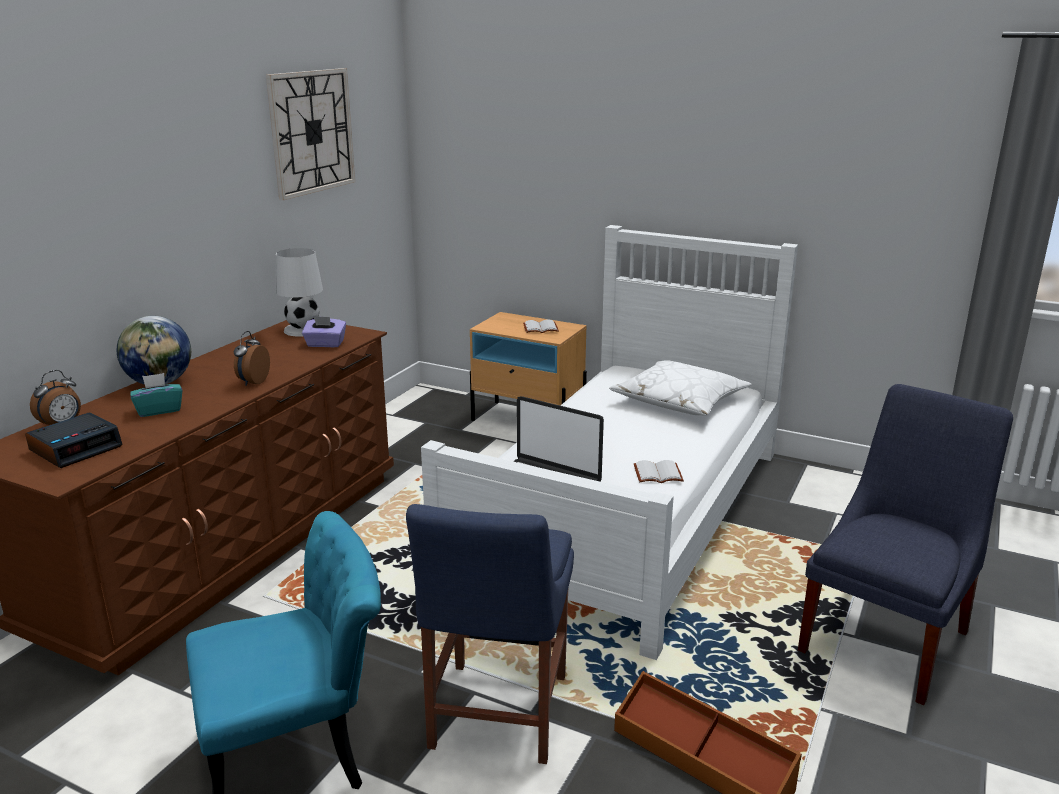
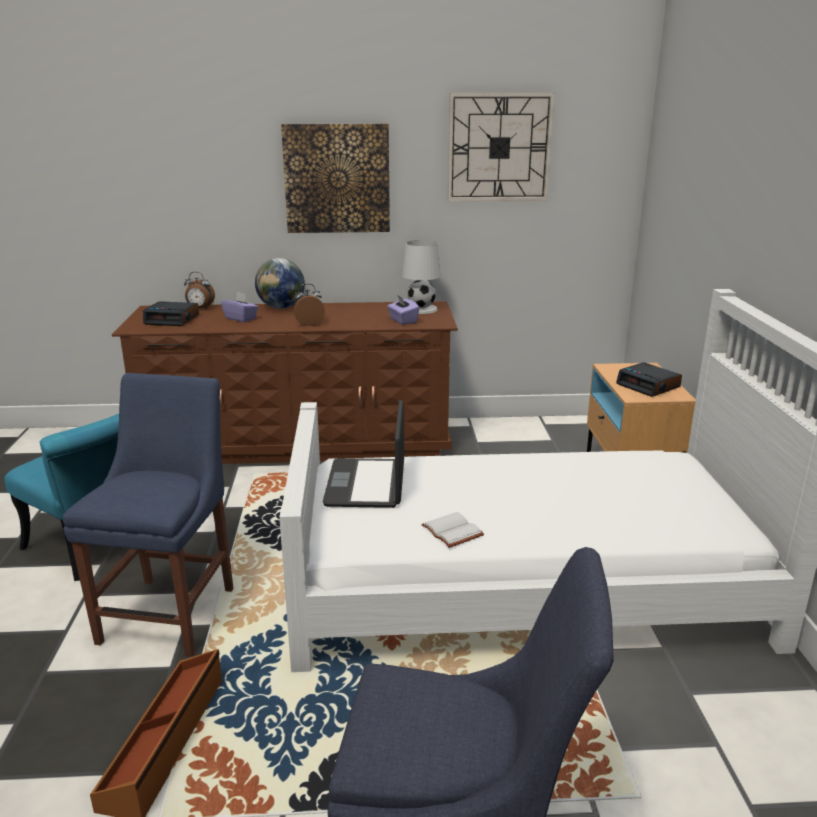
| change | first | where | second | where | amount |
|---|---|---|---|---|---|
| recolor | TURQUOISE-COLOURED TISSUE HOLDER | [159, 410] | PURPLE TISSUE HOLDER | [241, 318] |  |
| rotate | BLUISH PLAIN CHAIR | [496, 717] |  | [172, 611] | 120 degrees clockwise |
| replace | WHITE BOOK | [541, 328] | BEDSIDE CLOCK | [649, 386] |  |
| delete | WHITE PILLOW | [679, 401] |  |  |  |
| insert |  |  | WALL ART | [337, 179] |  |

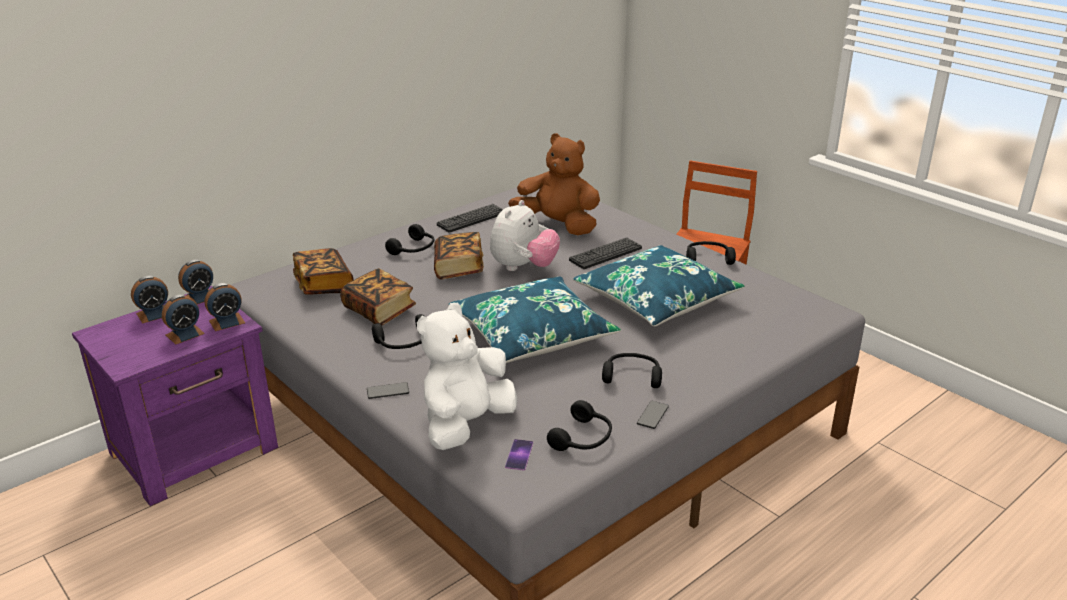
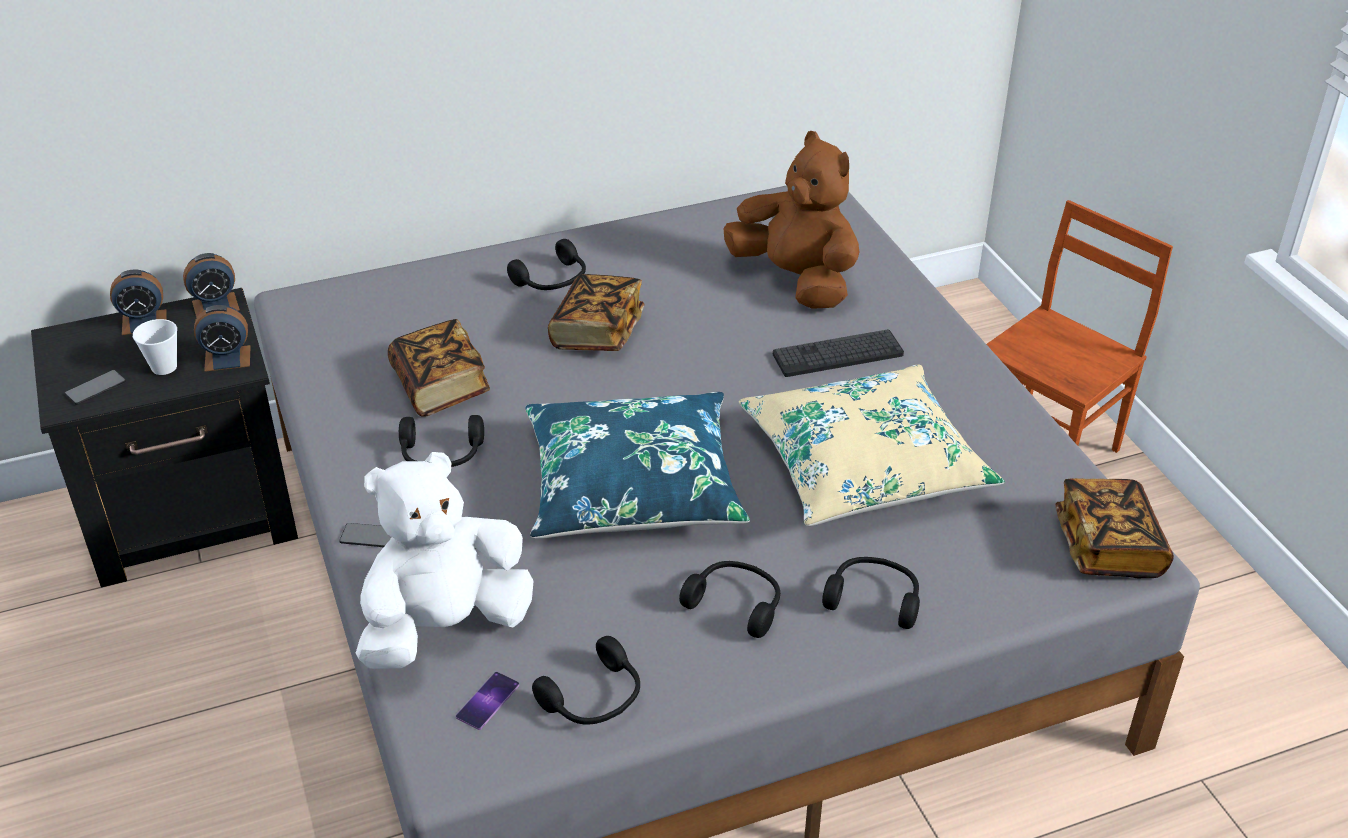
| change | first | where | second | where | amount |
|---|---|---|---|---|---|
| recolor | PURPLE NIGHT TABLE | [197, 450] | BLACK-COLOURED NIGHT TABLE | [195, 514] |  |
| replace | BEDSIDE CLOCK | [185, 334] | SMALL CUP | [164, 367] |  |
| move | BOOK | [323, 284] |  | [1107, 547] |  |
| delete | COMPUTER KEYBOARD | [471, 219] |  |  |  |
| delete | PLUSH TOY | [523, 267] |  |  |  |
| recolor | BLUISH PILLOW | [656, 299] | BEIGE PILLOW | [864, 464] |  |
| move | PHONE | [652, 415] |  | [95, 388] |  |
| move | BLACK-COLOURED HEADSET | [708, 259] |  | [874, 599] |  |

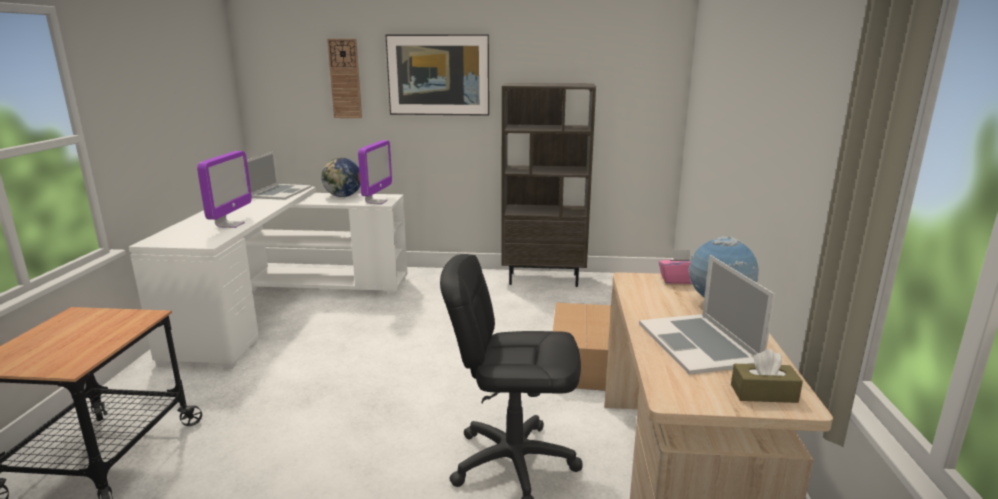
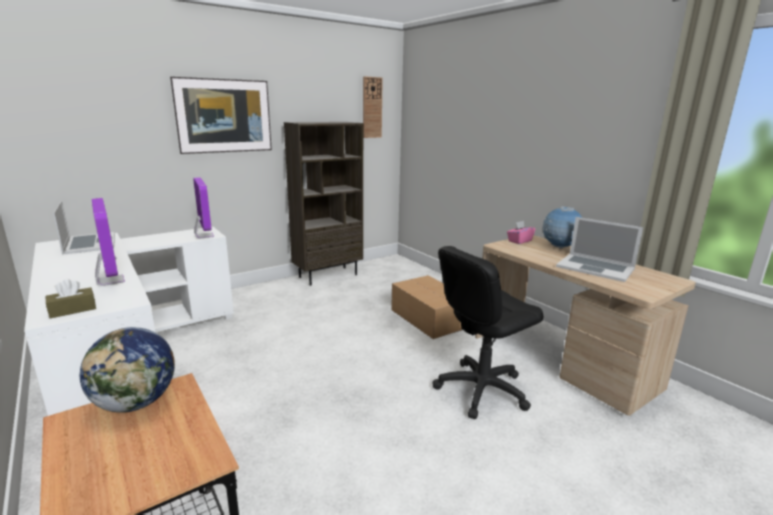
| change | first | where | second | where | amount |
|---|---|---|---|---|---|
| move | DESK GLOBE | [343, 196] |  | [136, 403] |  |
| move | WALL CLOCK | [345, 79] |  | [372, 107] |  |
| move | BROWN TISSUE HOLDER | [763, 393] |  | [73, 310] |  |

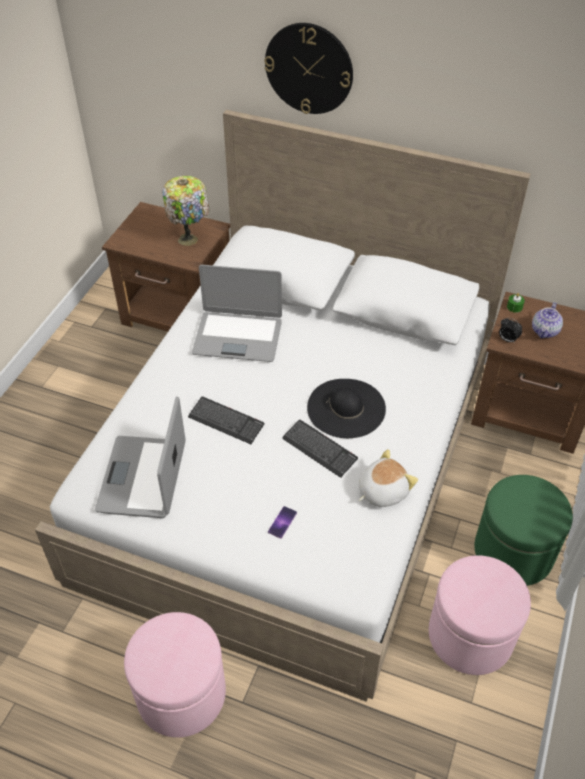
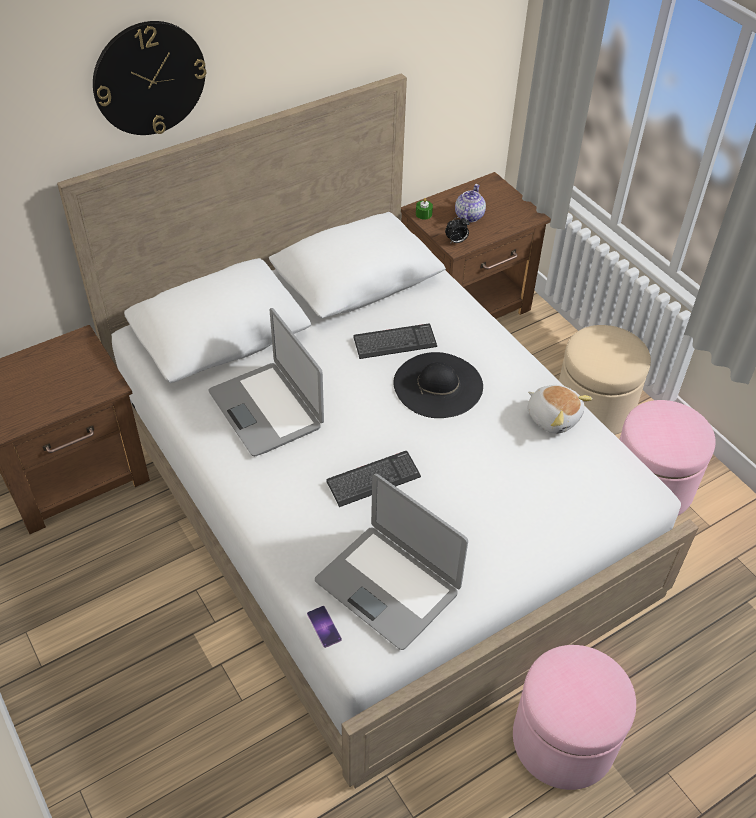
| change | first | where | second | where | amount |
|---|---|---|---|---|---|
| delete | TABLETOP LAMP | [189, 239] |  |  |  |
| rotate | LAPTOP | [238, 336] |  | [267, 409] | 105 degrees clockwise |
| move | PHONE | [282, 522] |  | [324, 626] |  |
| move | COMPUTER KEYBOARD | [319, 449] |  | [395, 343] |  |
| rotate | PLUSH TOY | [382, 491] |  | [553, 417] | 135 degrees clockwise |
| recolor | GREEN-COLOURED FOOTREST | [513, 552] | BEIGE FOOTREST | [593, 408] |  |
| rotate | TEA POT | [545, 331] |  | [468, 216] | 135 degrees counterclockwise |

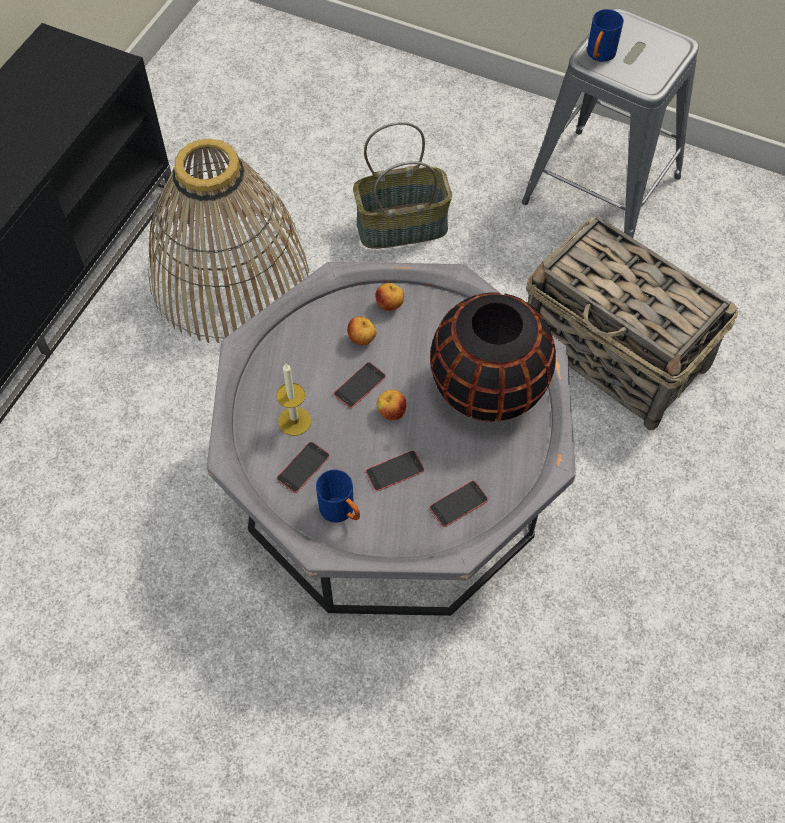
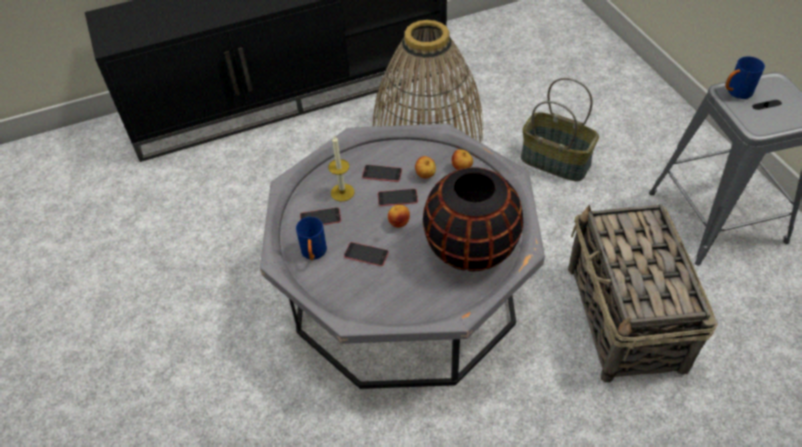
| change | first | where | second | where | amount |
|---|---|---|---|---|---|
| move | PHONE | [458, 504] |  | [382, 173] |  |

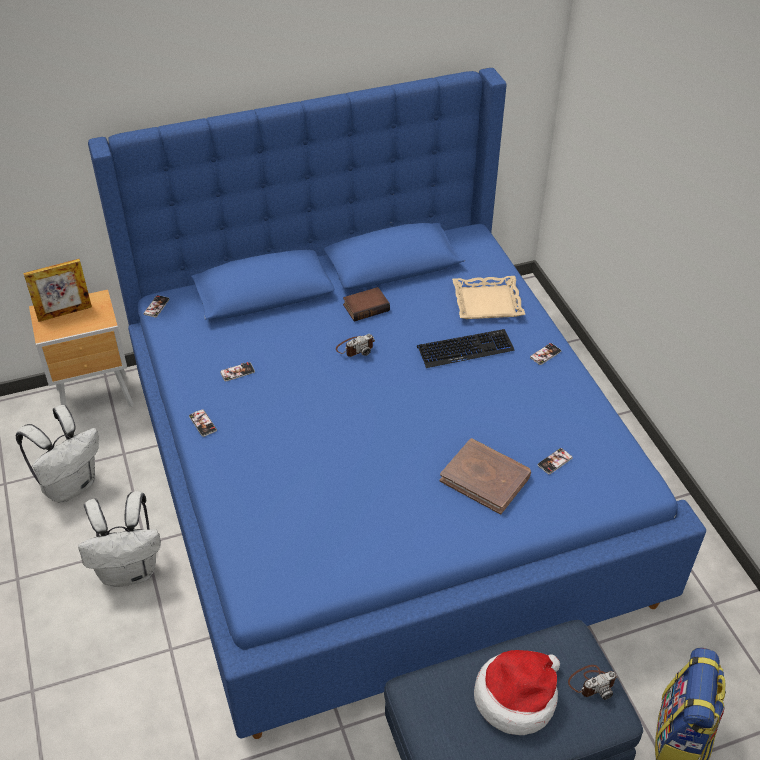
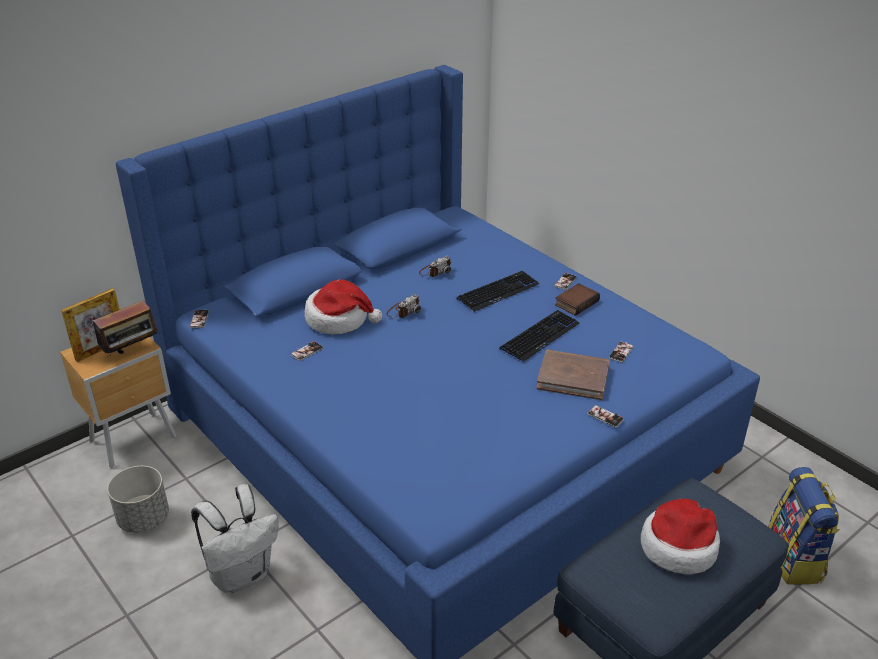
| change | first | where | second | where | amount |
|---|---|---|---|---|---|
| replace | WHITE BACKPACK | [70, 485] | GRAY PLANTER | [143, 518] |  |
| move | PHONE | [203, 423] |  | [605, 417] |  |
| move | BOOK | [366, 307] |  | [576, 302] |  |
| delete | BEIGE CARRYING TRAY | [487, 303] |  |  |  |
| move | PHOTO CAMERA | [592, 683] |  | [435, 271] |  |
| insert |  |  | RADIO | [132, 352] |  |
| insert |  |  | CLOTHING HAT | [339, 319] |  |
| insert |  |  | COMPUTER KEYBOARD | [540, 336] |  |

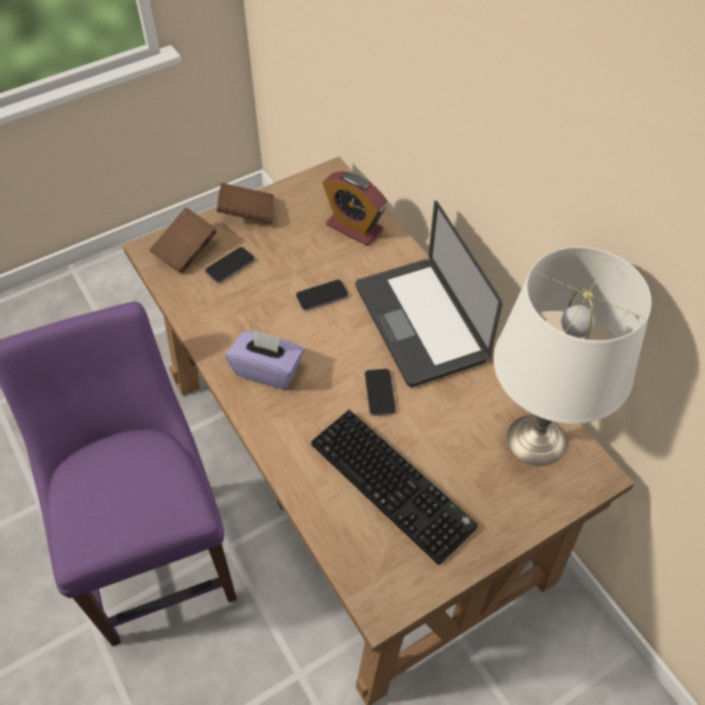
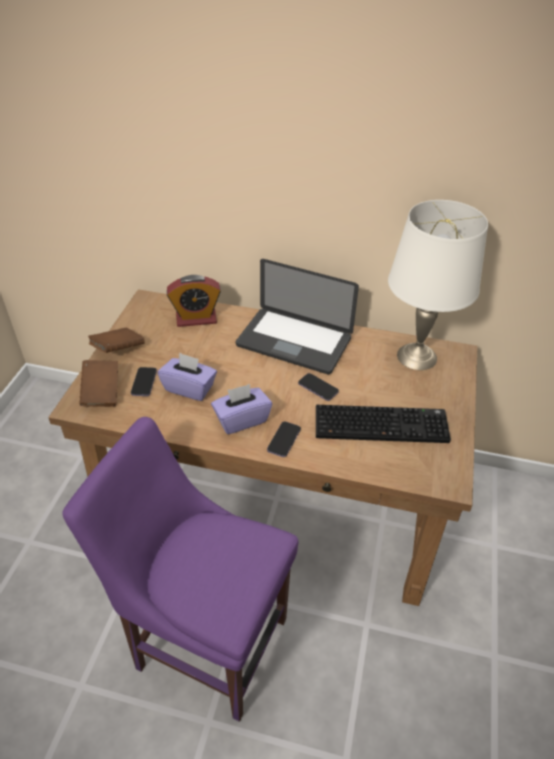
| change | first | where | second | where | amount |
|---|---|---|---|---|---|
| move | PHONE | [322, 296] |  | [284, 440] |  |
| insert |  |  | PURPLE TISSUE HOLDER | [189, 388] |  |

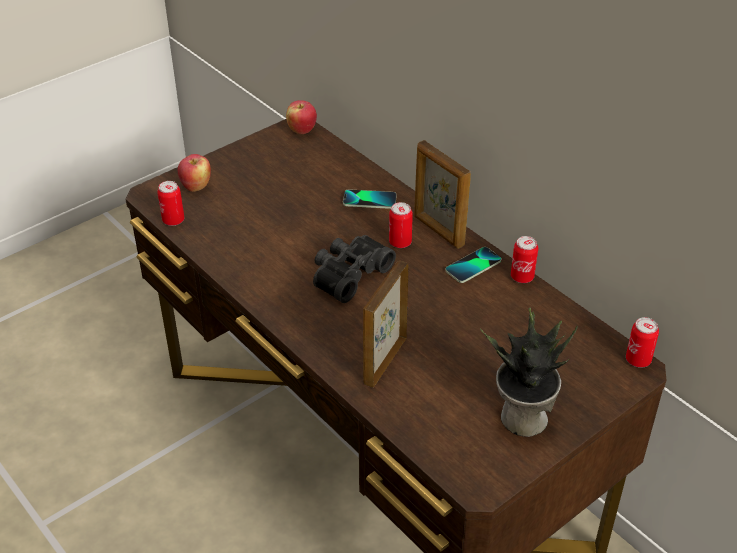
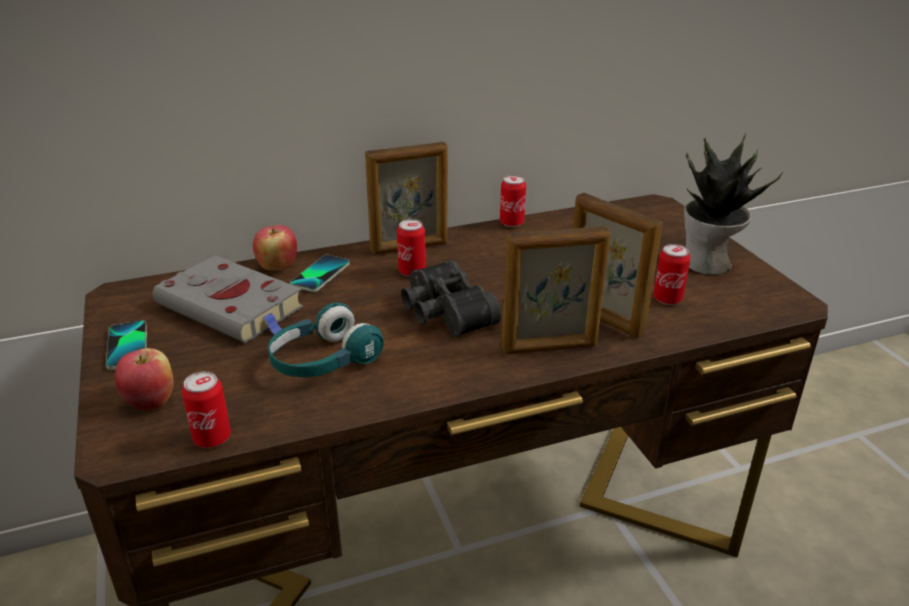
| change | first | where | second | where | amount |
|---|---|---|---|---|---|
| move | APPLE FRUIT | [302, 130] |  | [277, 266] |  |
| move | PHONE | [473, 266] |  | [127, 346] |  |
| move | CAN | [638, 360] |  | [667, 299] |  |
| insert |  |  | GRAY BOOK | [233, 308] |  |
| insert |  |  | TURQUOISE-COLOURED HEADSET | [323, 361] |  |
| insert |  |  | STANDING FRAME | [550, 348] |  |

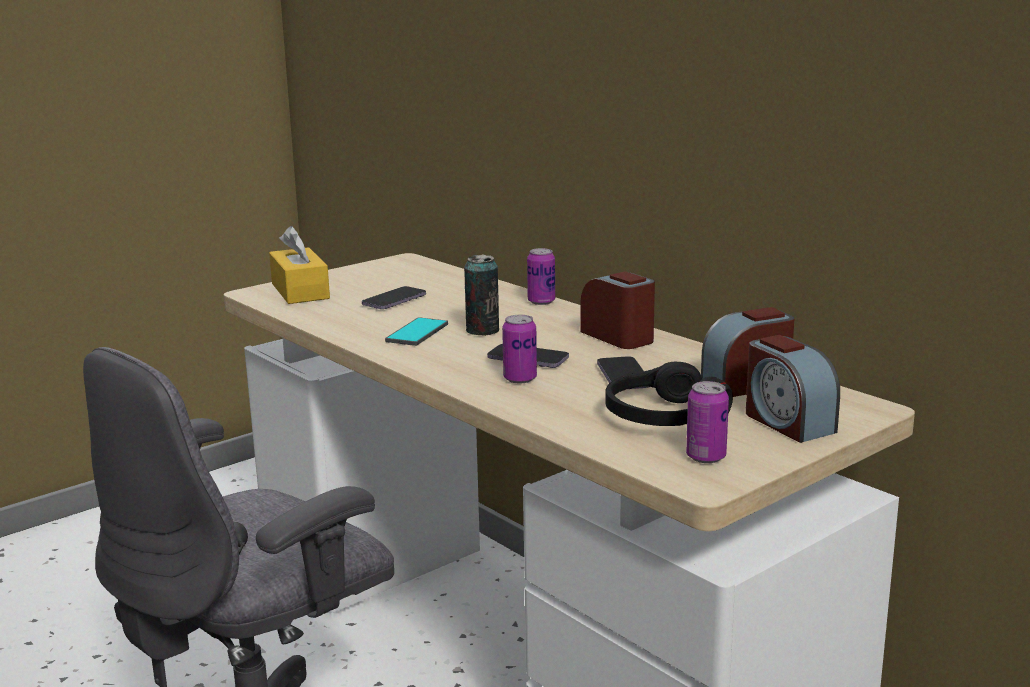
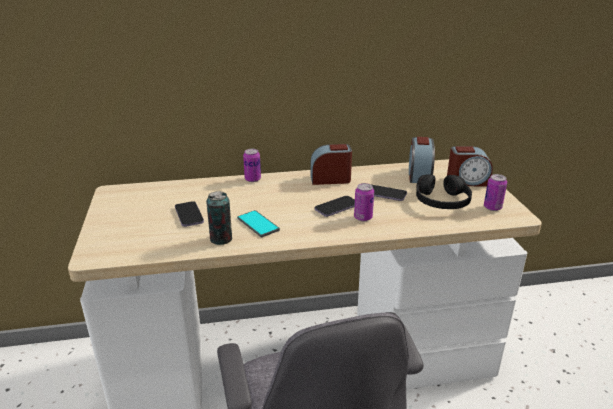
| change | first | where | second | where | amount |
|---|---|---|---|---|---|
| delete | YELLOW-COLOURED TISSUE HOLDER | [300, 291] |  |  |  |
| move | CAN | [482, 331] |  | [221, 239] |  |

